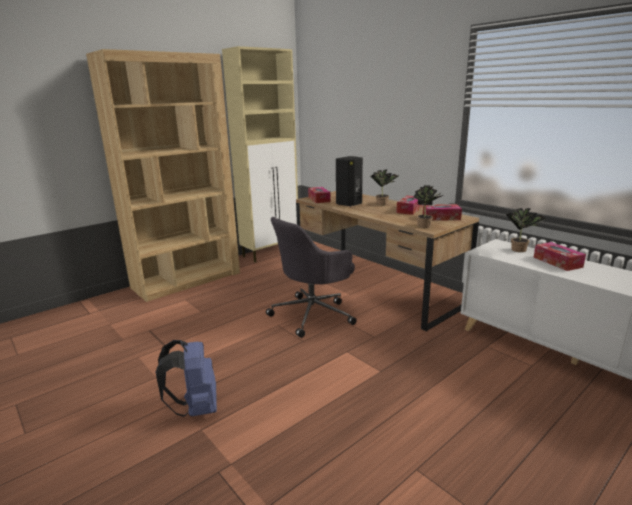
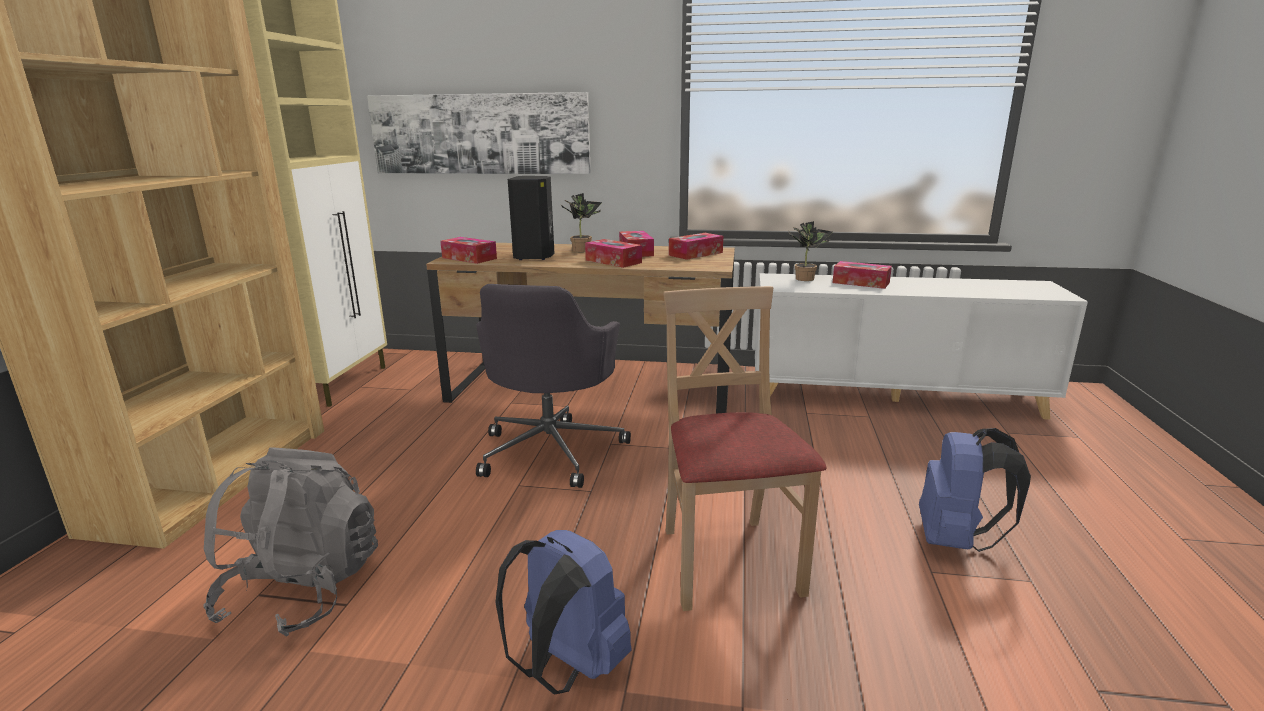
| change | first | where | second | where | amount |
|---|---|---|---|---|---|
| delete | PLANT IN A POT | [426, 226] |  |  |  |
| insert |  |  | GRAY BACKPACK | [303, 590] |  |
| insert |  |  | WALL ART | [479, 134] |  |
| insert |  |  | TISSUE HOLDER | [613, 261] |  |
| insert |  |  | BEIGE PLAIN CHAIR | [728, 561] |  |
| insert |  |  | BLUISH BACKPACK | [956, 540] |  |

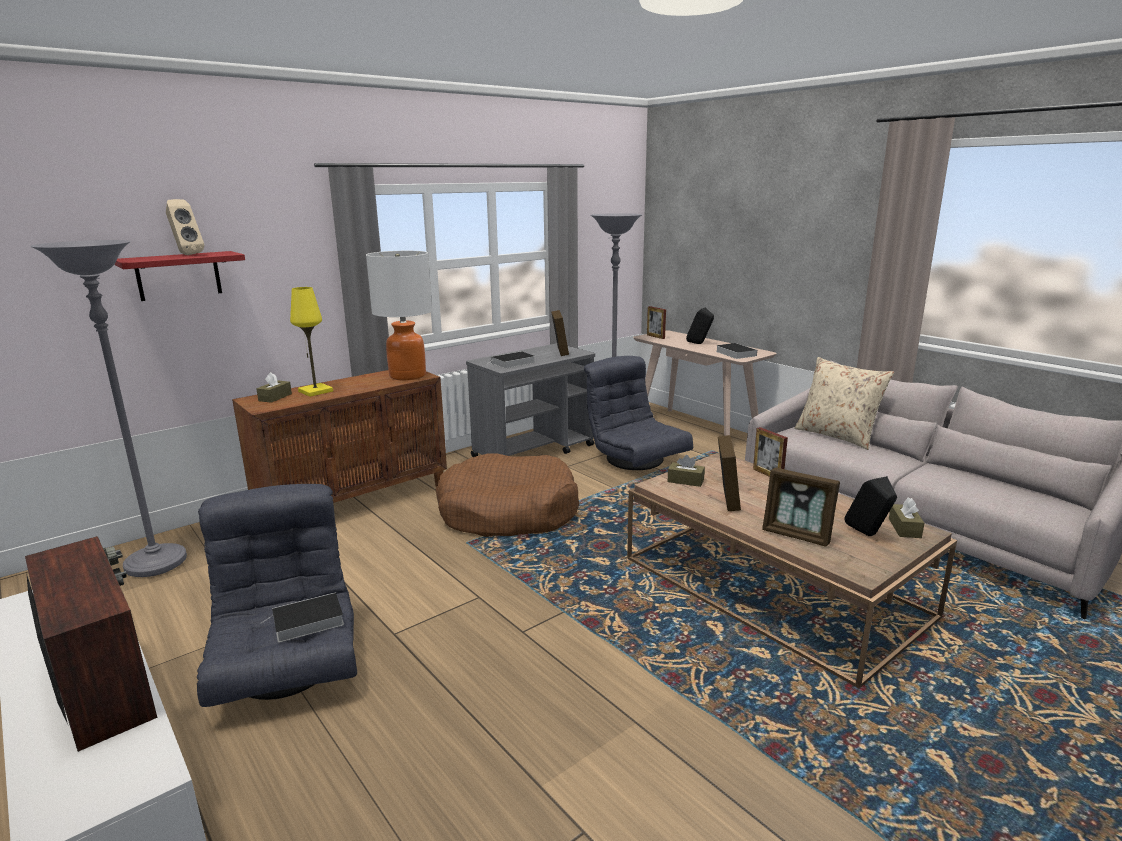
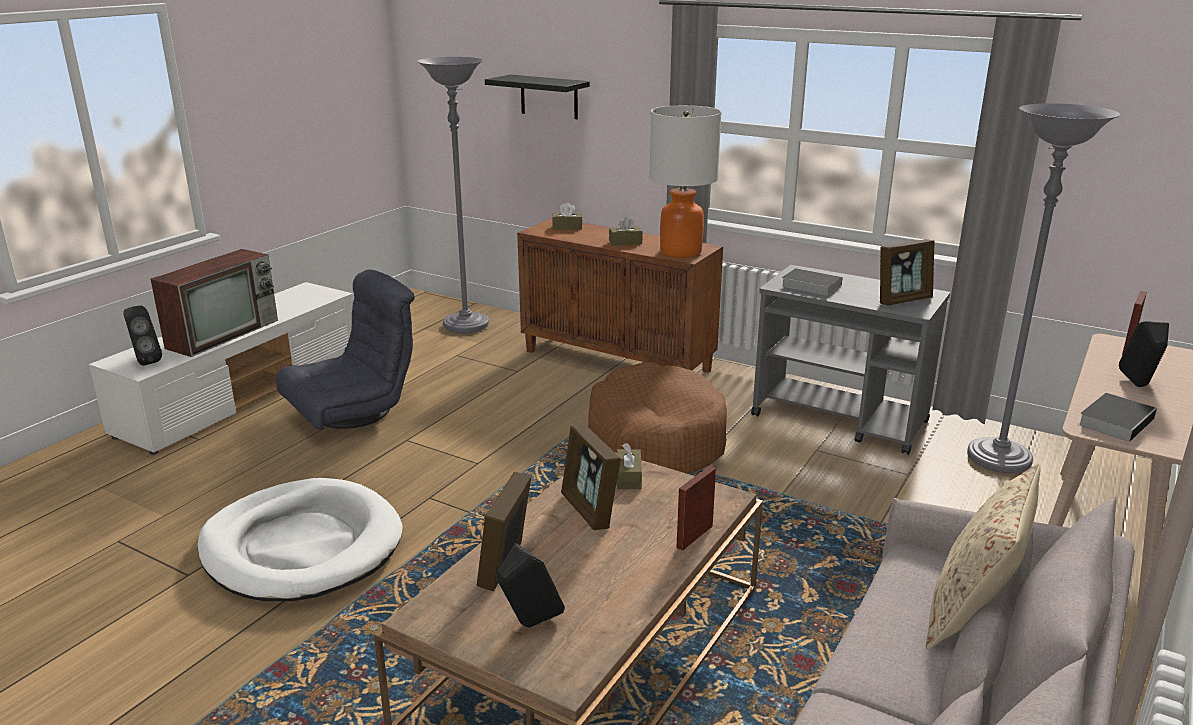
| change | first | where | second | where | amount |
|---|---|---|---|---|---|
| recolor | REDDISH SHELF | [178, 276] | BLACK-COLOURED SHELF | [549, 97] |  |
| delete | BEIGE LOUDSPEAKER | [186, 255] |  |  |  |
| delete | BOOK | [306, 622] |  |  |  |
| delete | YELLOW-COLOURED TABLETOP LAMP | [315, 391] |  |  |  |
| delete | GRAY ARMCHAIR | [636, 460] |  |  |  |
| rotate | STANDING FRAME | [727, 498] |  | [589, 510] | 75 degrees clockwise |
| move | BROWN TISSUE HOLDER | [904, 528] |  | [625, 242] |  |
| insert |  |  | BLACK-COLOURED LOUDSPEAKER | [145, 361] |  |
| insert |  |  | WHITE DOG CUSHION | [302, 546] |  |

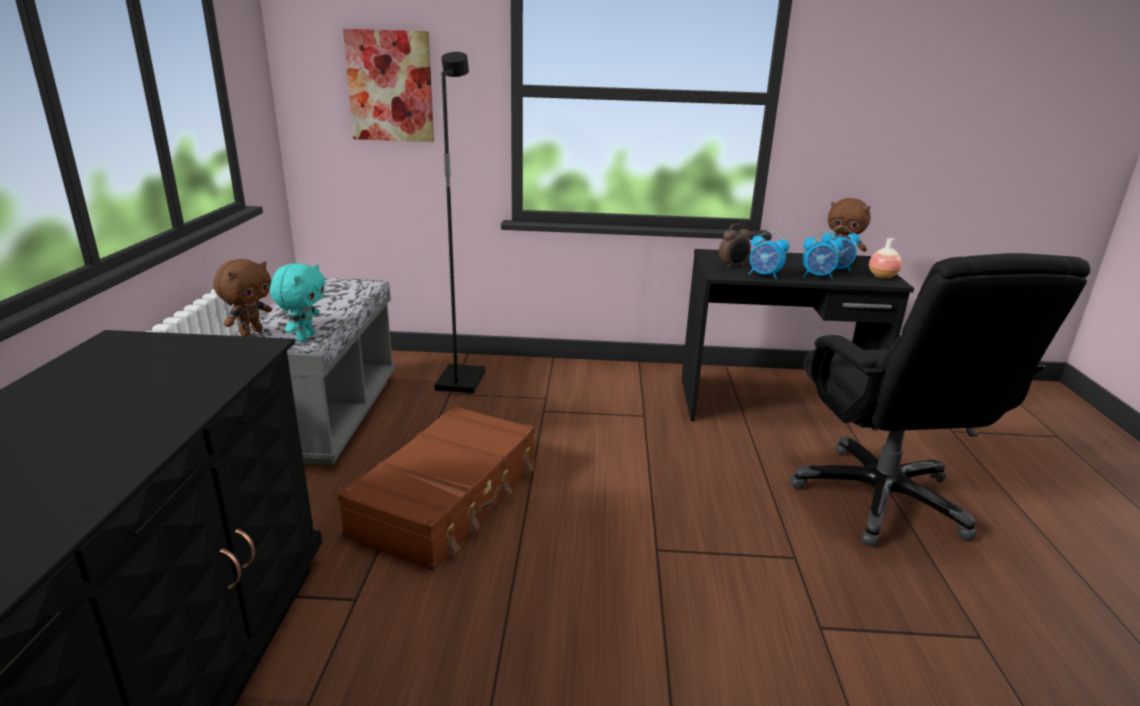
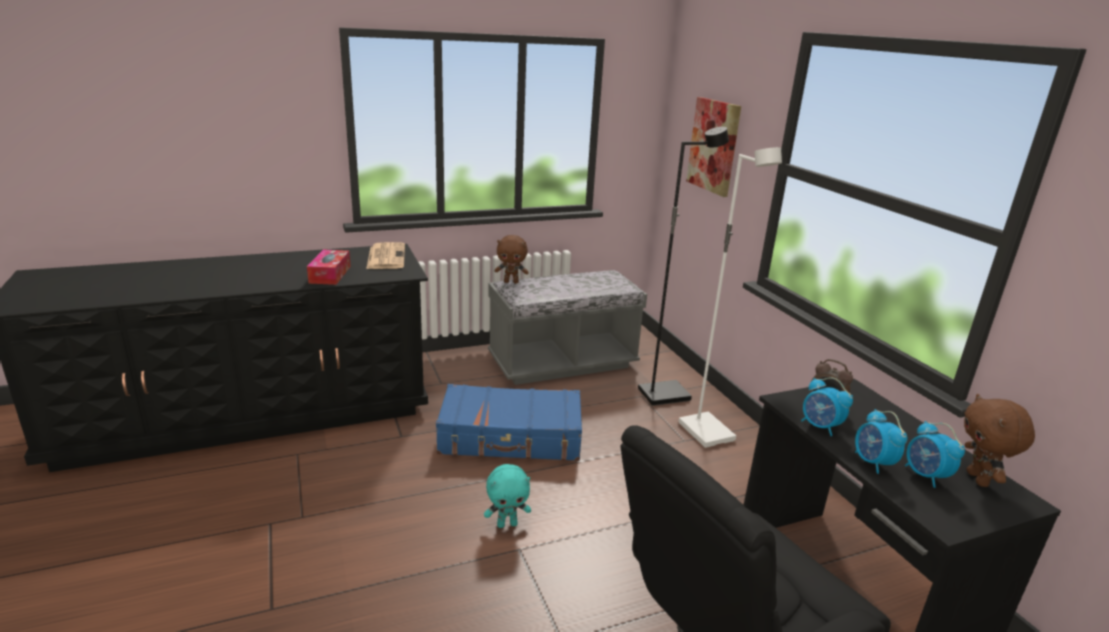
| change | first | where | second | where | amount |
|---|---|---|---|---|---|
| move | TURQUOISE-COLOURED PLUSH TOY | [304, 337] |  | [507, 524] |  |
| recolor | BROWN TRAVEL CASE | [448, 499] | BLUISH TRAVEL CASE | [511, 437] |  |
| rotate | BEDSIDE CLOCK | [764, 276] |  | [820, 427] | 45 degrees counterclockwise |
| delete | FLOWER VASE | [882, 276] |  |  |  |
| insert |  |  | TISSUE HOLDER | [330, 274] |  |
| insert |  |  | DAILY PAPER | [386, 257] |  |
| insert |  |  | WHITE STANDING LAMP | [707, 432] |  |

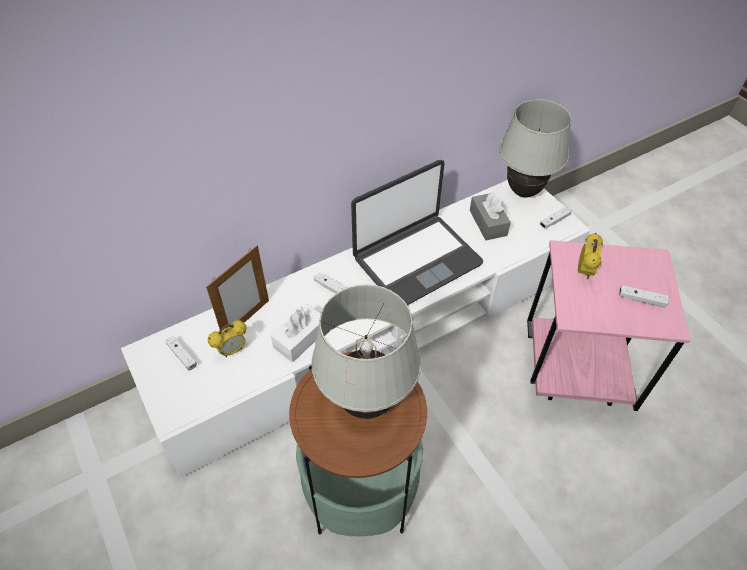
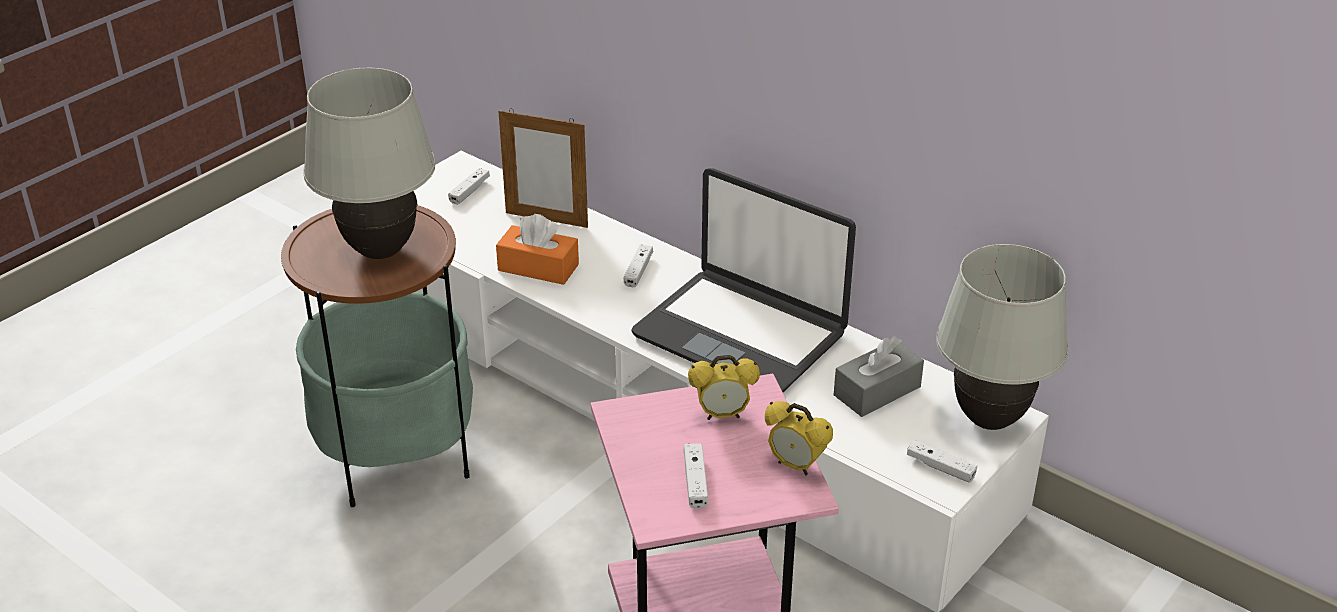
| change | first | where | second | where | amount |
|---|---|---|---|---|---|
| move | BEDSIDE CLOCK | [232, 350] |  | [795, 466] |  |
| recolor | WHITE TISSUE HOLDER | [300, 339] | ORANGE TISSUE HOLDER | [538, 267] |  |

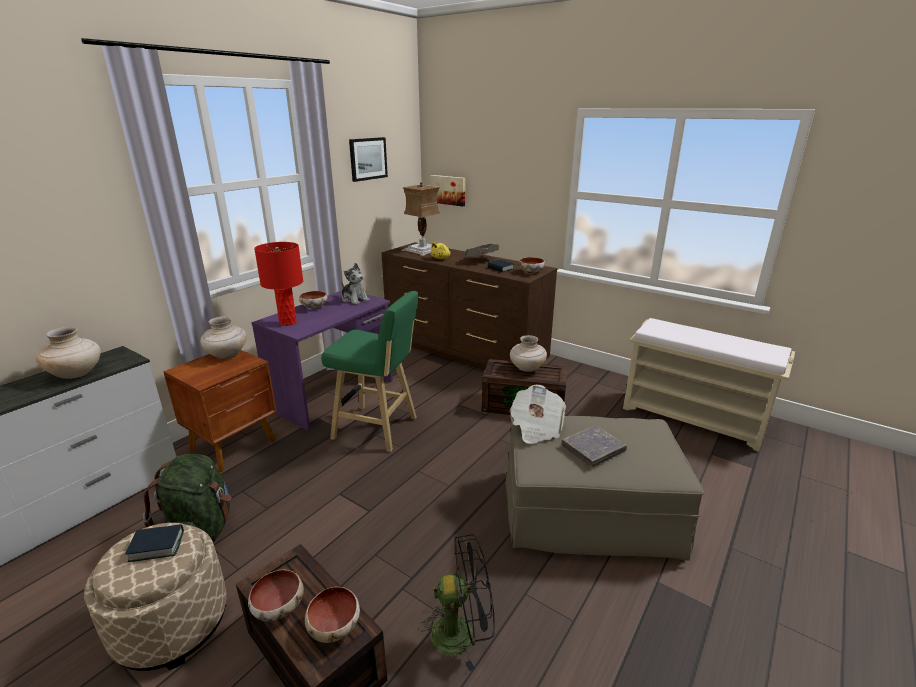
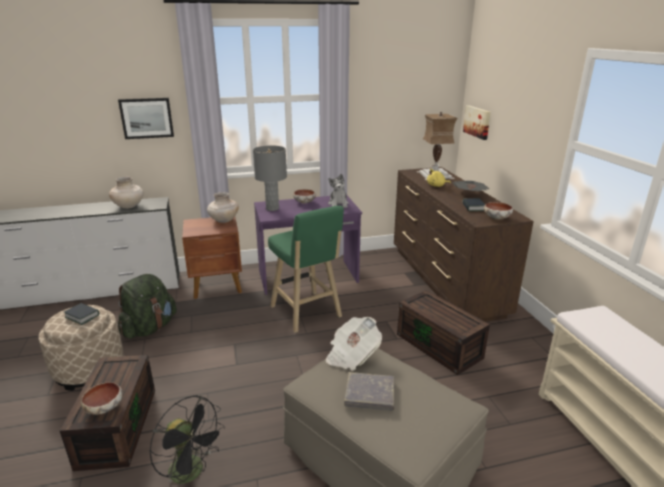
| change | first | where | second | where | amount |
|---|---|---|---|---|---|
| delete | BOWL | [278, 608] |  |  |  |
| recolor | REDDISH TABLETOP LAMP | [287, 322] | GRAY TABLETOP LAMP | [272, 208] |  |
| move | WALL ART | [368, 159] |  | [147, 118] |  |
| delete | BEIGE FLOWER VASE | [527, 368] |  |  |  |

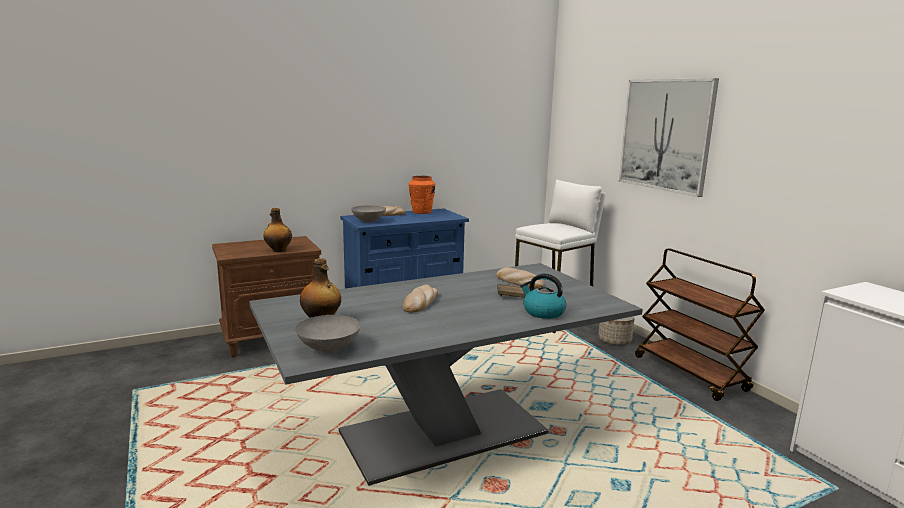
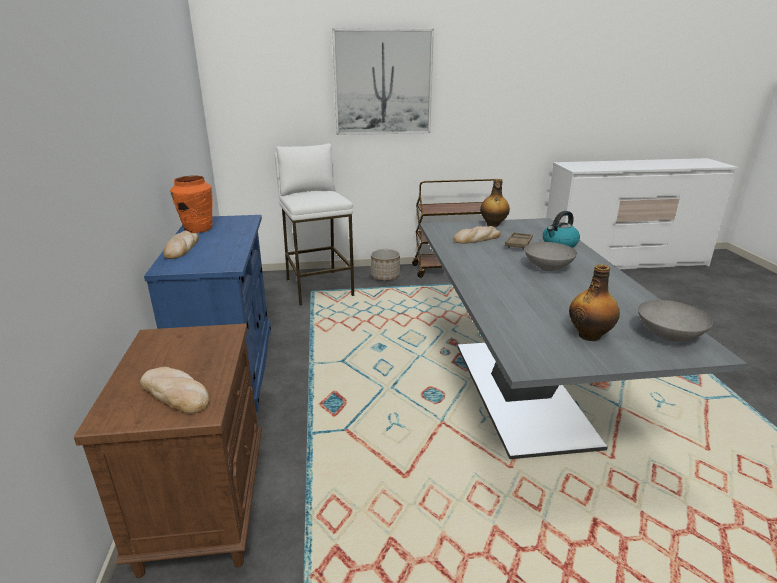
| change | first | where | second | where | amount |
|---|---|---|---|---|---|
| move | BEVERAGE BOTTLE | [278, 250] |  | [493, 225] |  |
| move | GRAY BOWL | [368, 221] |  | [548, 268] |  |
| move | BREAD | [420, 302] |  | [176, 393] |  |

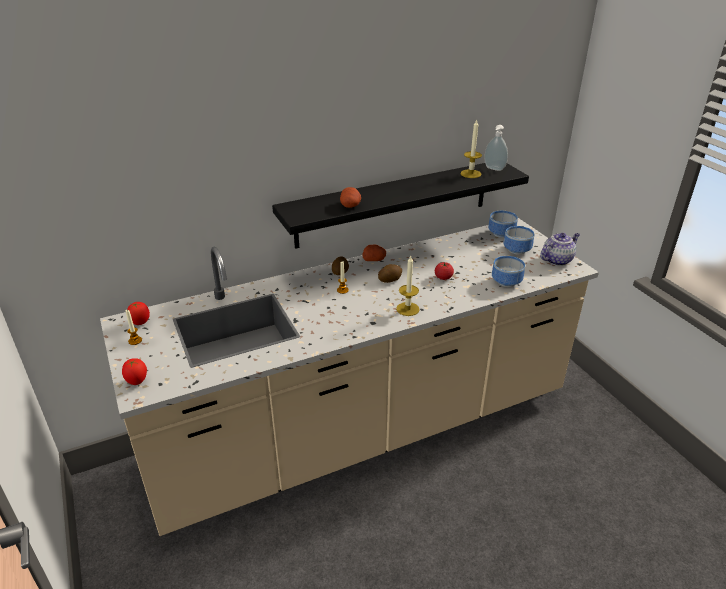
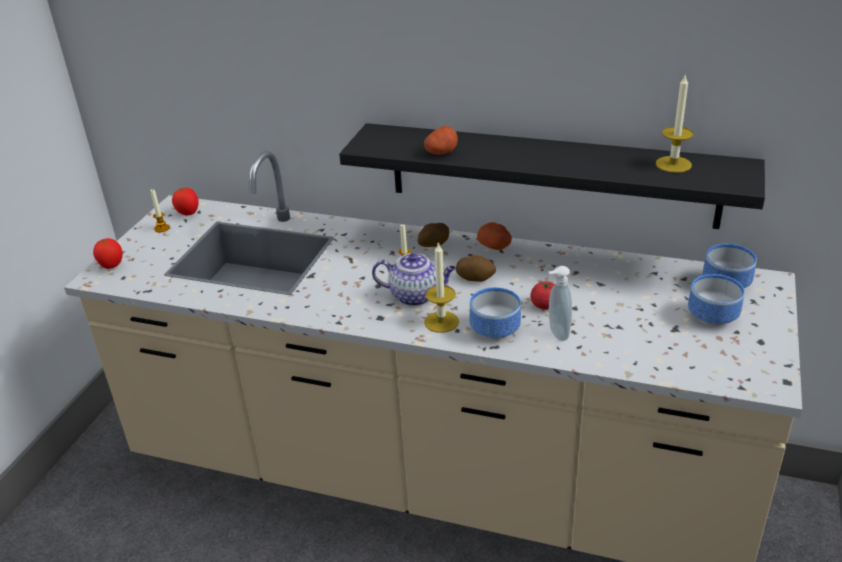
| change | first | where | second | where | amount |
|---|---|---|---|---|---|
| move | LIQUID SOAP BOTTLE | [493, 169] |  | [557, 333] |  |
| move | BOWL | [507, 282] |  | [494, 331] |  |
| move | TEA POT | [557, 260] |  | [416, 296] |  |

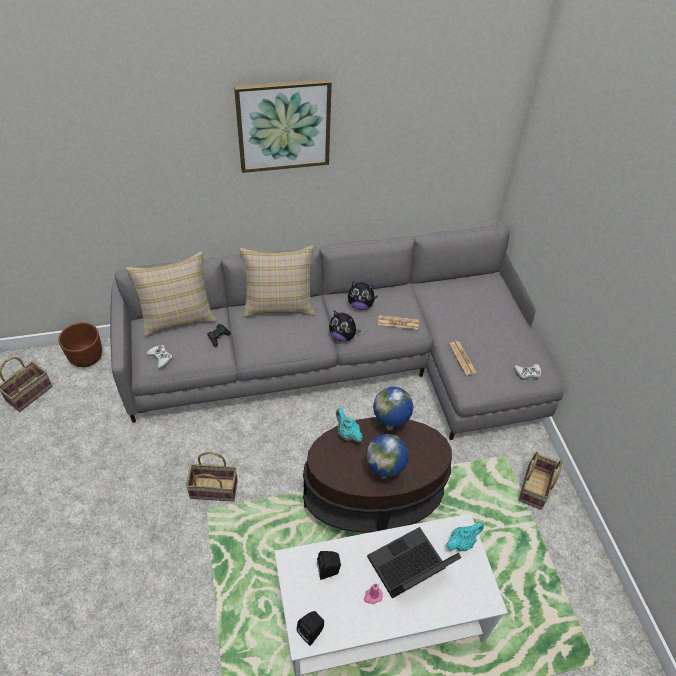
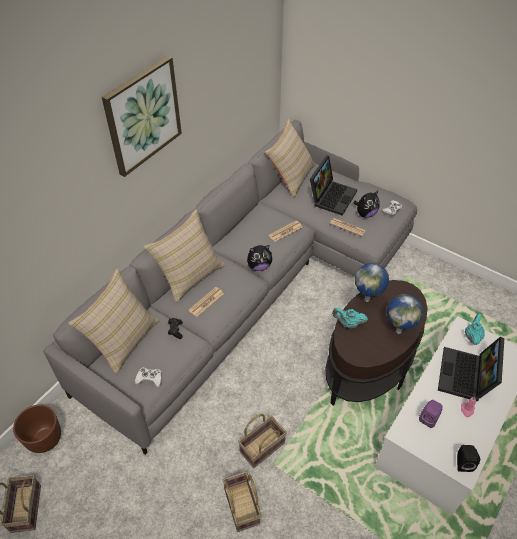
| change | first | where | second | where | amount |
|---|---|---|---|---|---|
| recolor | BLACK-COLOURED LOUDSPEAKER | [329, 571] | PURPLE LOUDSPEAKER | [429, 418] |  |
| move | PLUSH TOY | [360, 305] |  | [365, 214] |  |
| move | HOUSEHOLD BASKET | [535, 489] |  | [243, 507] |  |
| insert |  |  | DAILY PAPER | [206, 302] |  |
| insert |  |  | BEIGE PILLOW | [291, 177] |  |
| insert |  |  | LAPTOP | [331, 196] |  |

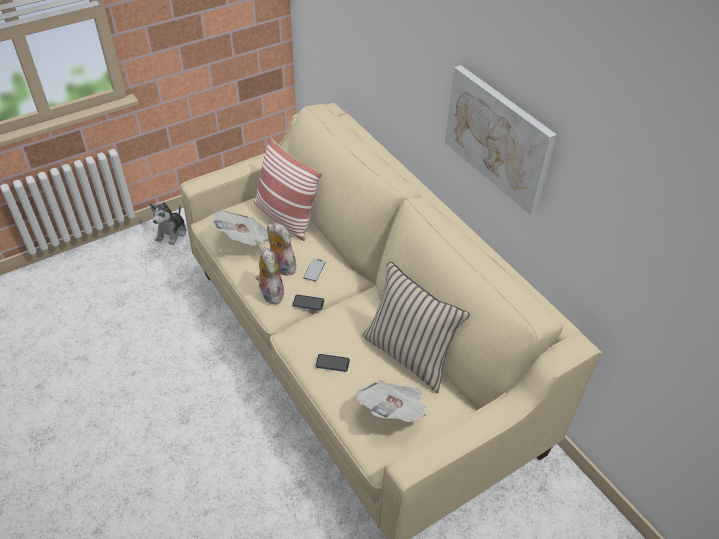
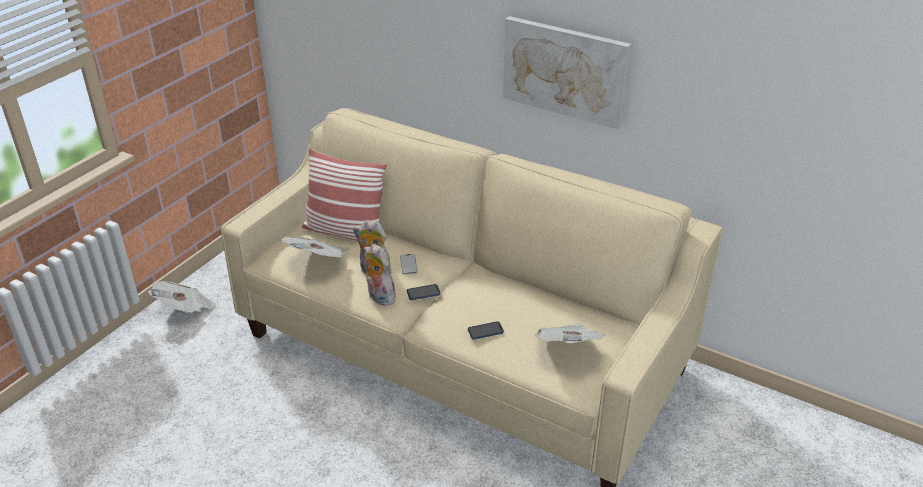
| change | first | where | second | where | amount |
|---|---|---|---|---|---|
| replace | PLUSH TOY | [172, 233] | DAILY PAPER | [185, 309] |  |
| delete | BEIGE PILLOW | [409, 354] |  |  |  |

